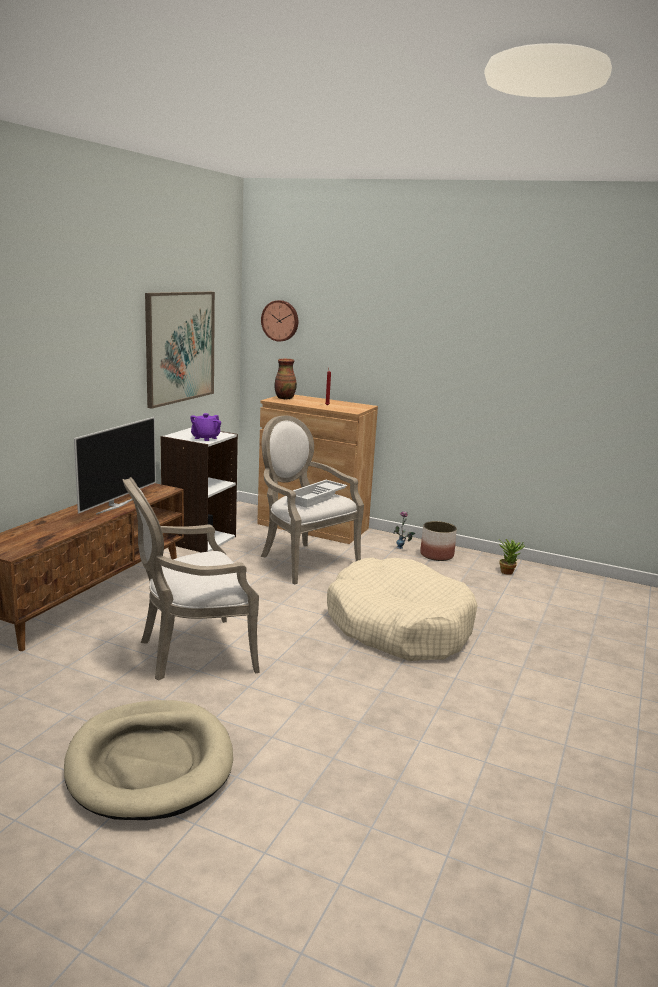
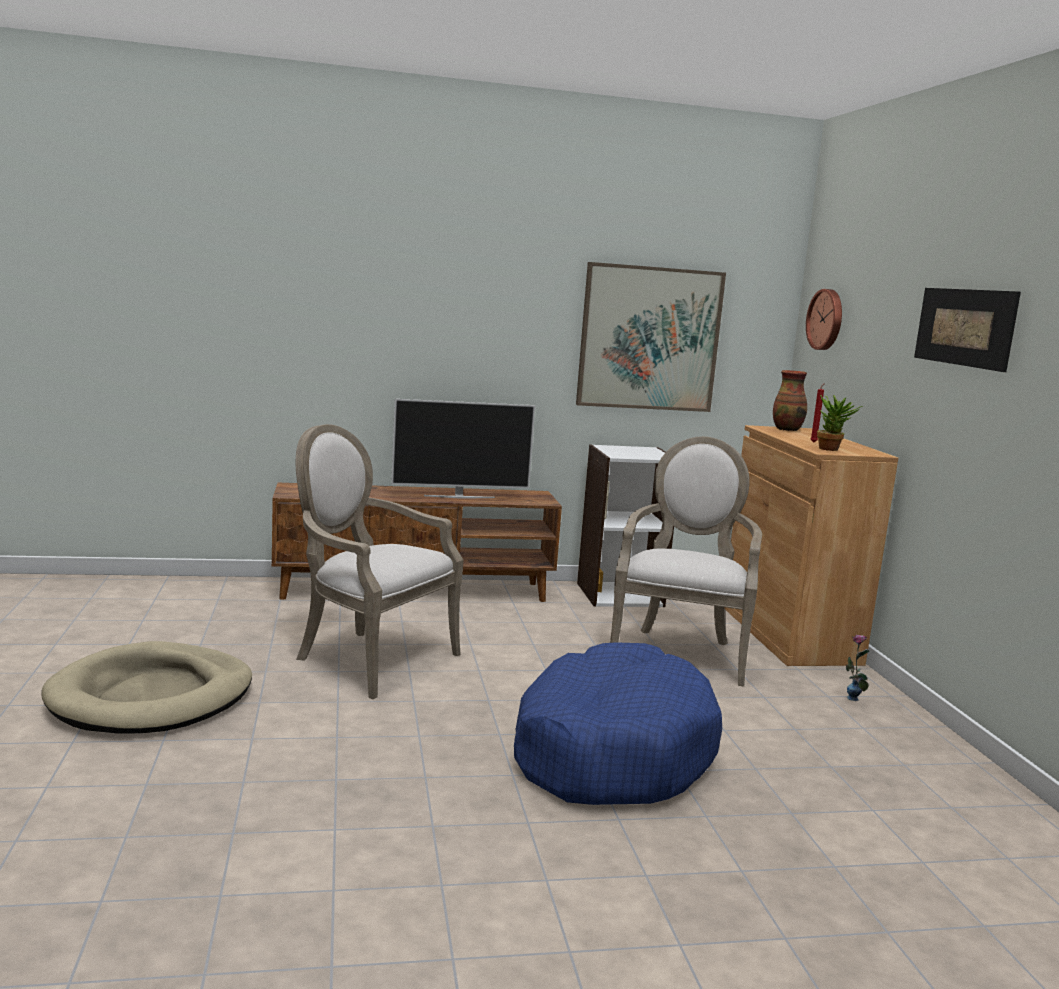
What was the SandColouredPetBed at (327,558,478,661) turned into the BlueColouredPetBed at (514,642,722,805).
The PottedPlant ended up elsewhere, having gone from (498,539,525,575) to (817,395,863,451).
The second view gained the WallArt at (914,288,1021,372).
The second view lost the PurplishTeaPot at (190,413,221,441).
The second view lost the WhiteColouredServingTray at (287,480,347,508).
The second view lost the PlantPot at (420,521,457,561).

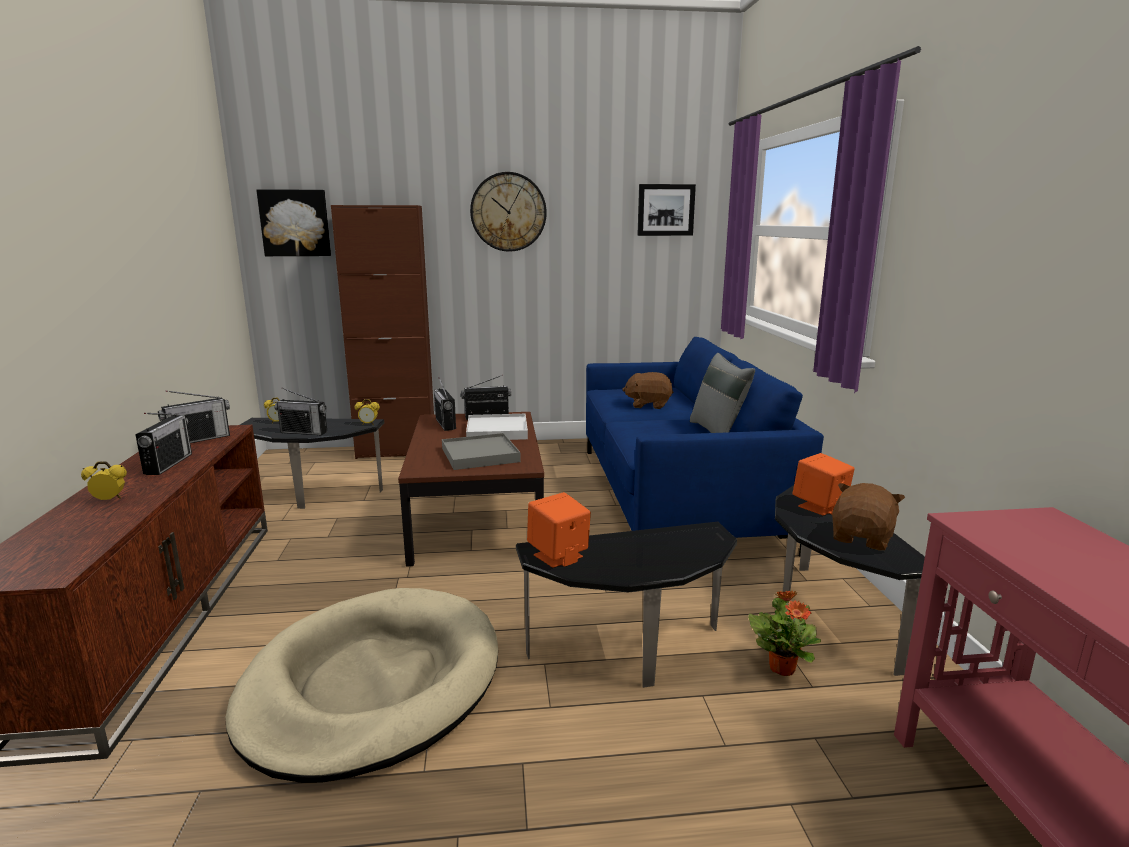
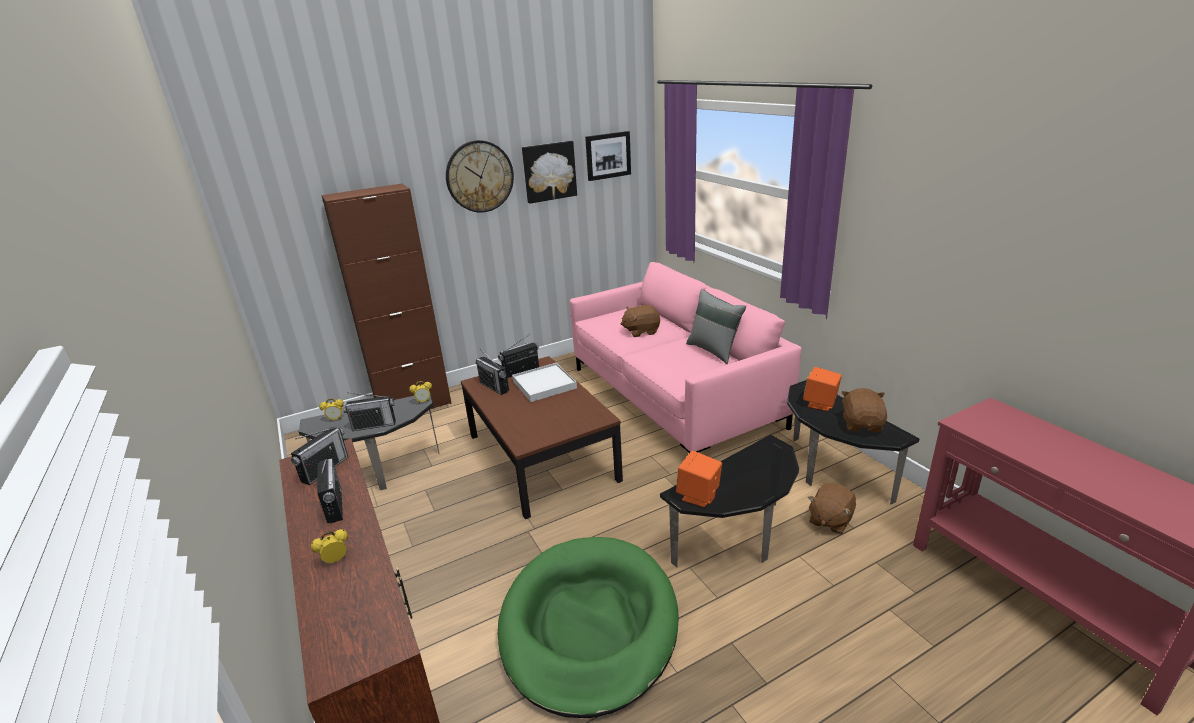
What was the SandColouredPetBed at (225,588,498,783) turned into the GreenPetBed at (498,537,679,718).
The WallArt ended up elsewhere, having gone from (256,189,331,256) to (522,141,577,204).
What was the BlueColouredSettee at (586,337,824,557) turned into the PinkSettee at (570,262,802,453).
Where the PottedPlant stood at (748,590,821,676), the BrownSoftToy came to stand at (808,483,856,534).
The second view lost the GreyishServingTray at (442,433,521,470).

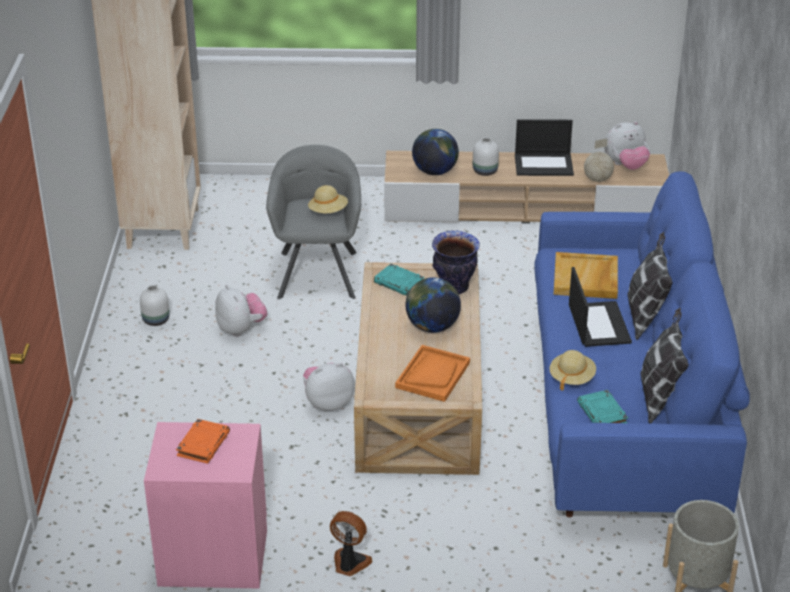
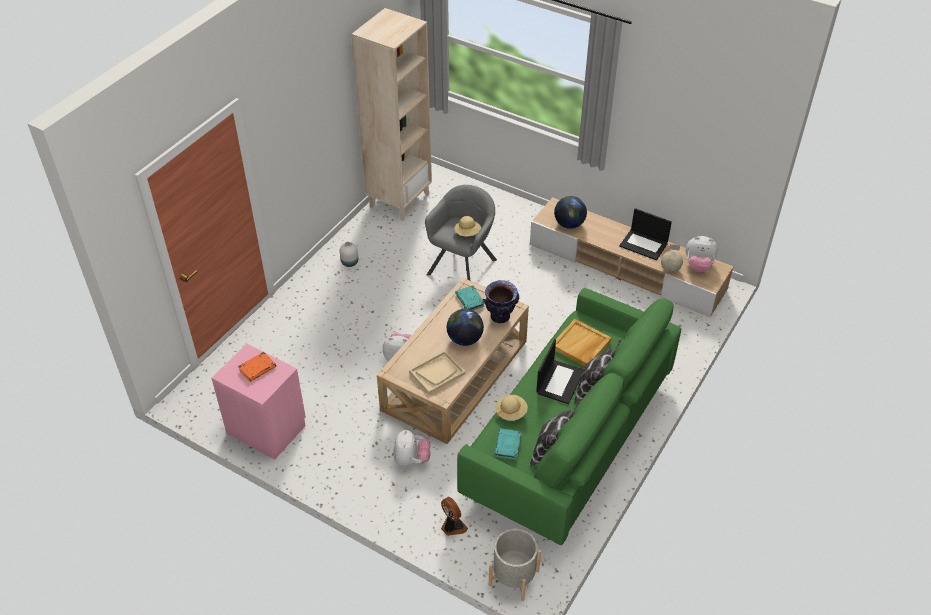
The SoftToy ended up elsewhere, having gone from (215,285,267,337) to (393,430,431,467).
What was the OrangeServingTray at (395,345,470,402) turned into the SandColouredServingTray at (409,350,466,394).
The CoolingFan ended up elsewhere, having gone from (330,511,372,576) to (441,497,468,536).
What was the BlueColouredSettee at (534,171,750,517) turned into the GreenSettee at (457,288,681,546).
The second view lost the WhiteColouredFlowerVase at (473,137,499,176).

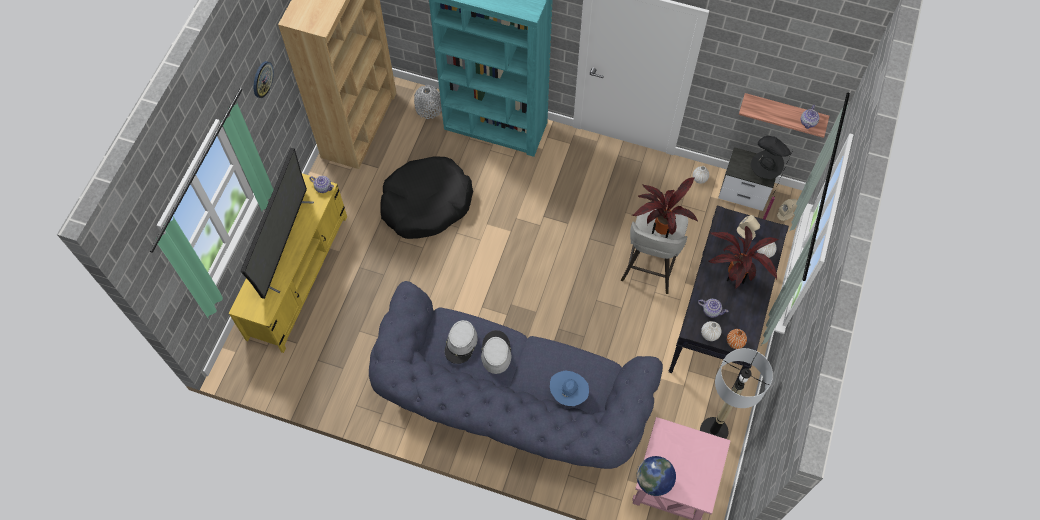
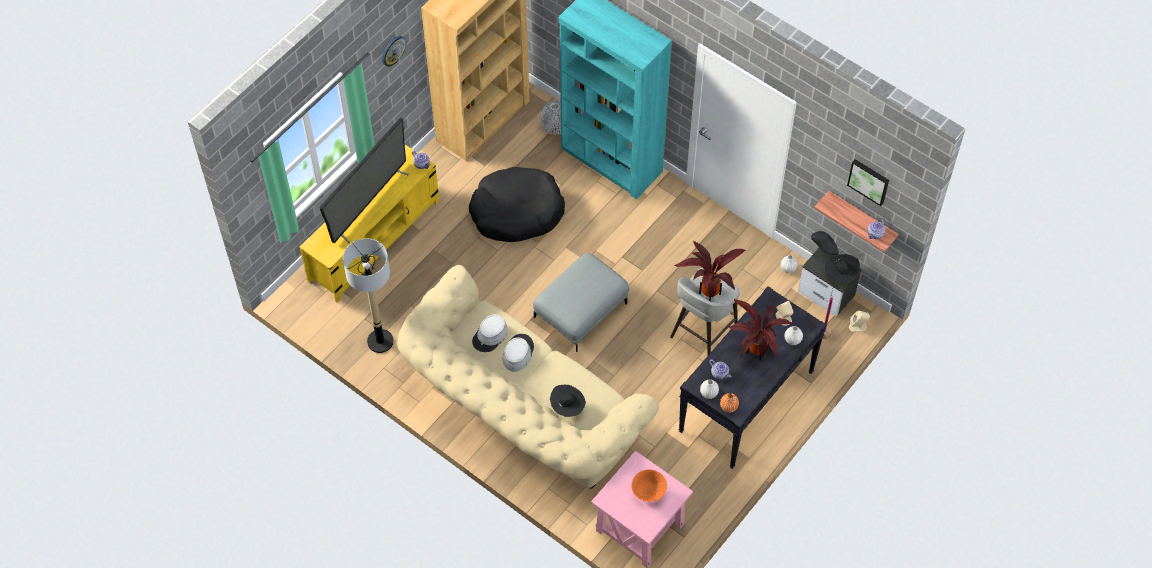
The StandardLamp ended up elsewhere, having gone from (700,348,773,439) to (343,239,394,353).
What was the BlueColouredSettee at (369,281,663,469) turned into the SandColouredSettee at (398,265,659,489).
The second view gained the GreyishOttoman at (533,253,629,352).
What was the BlueColouredHat at (550,371,589,406) turned into the BlackishHat at (550,385,586,417).
The second view gained the OrangeServingBowl at (631,469,667,502).
The second view gained the WallArt at (847,159,889,206).
The second view lost the Globe at (637,456,676,496).

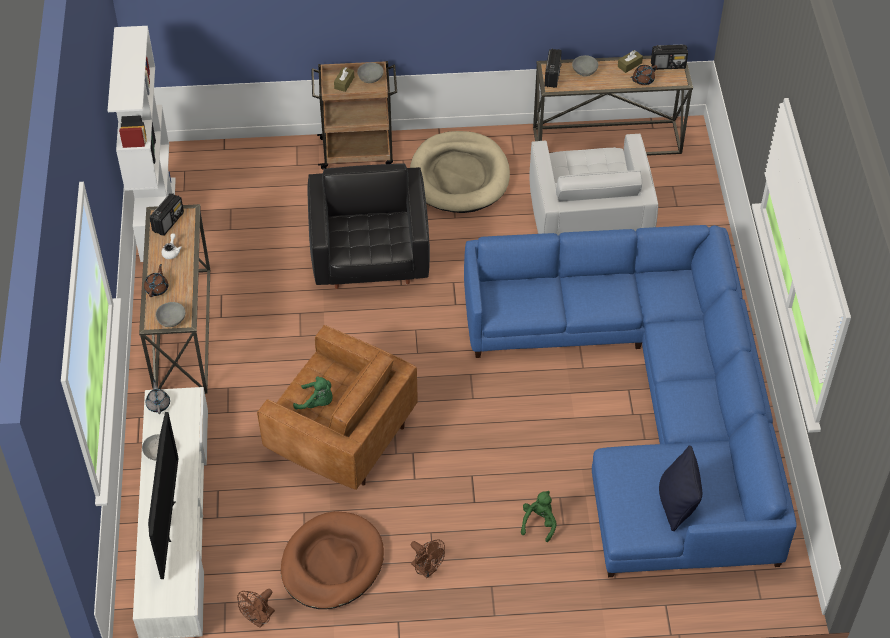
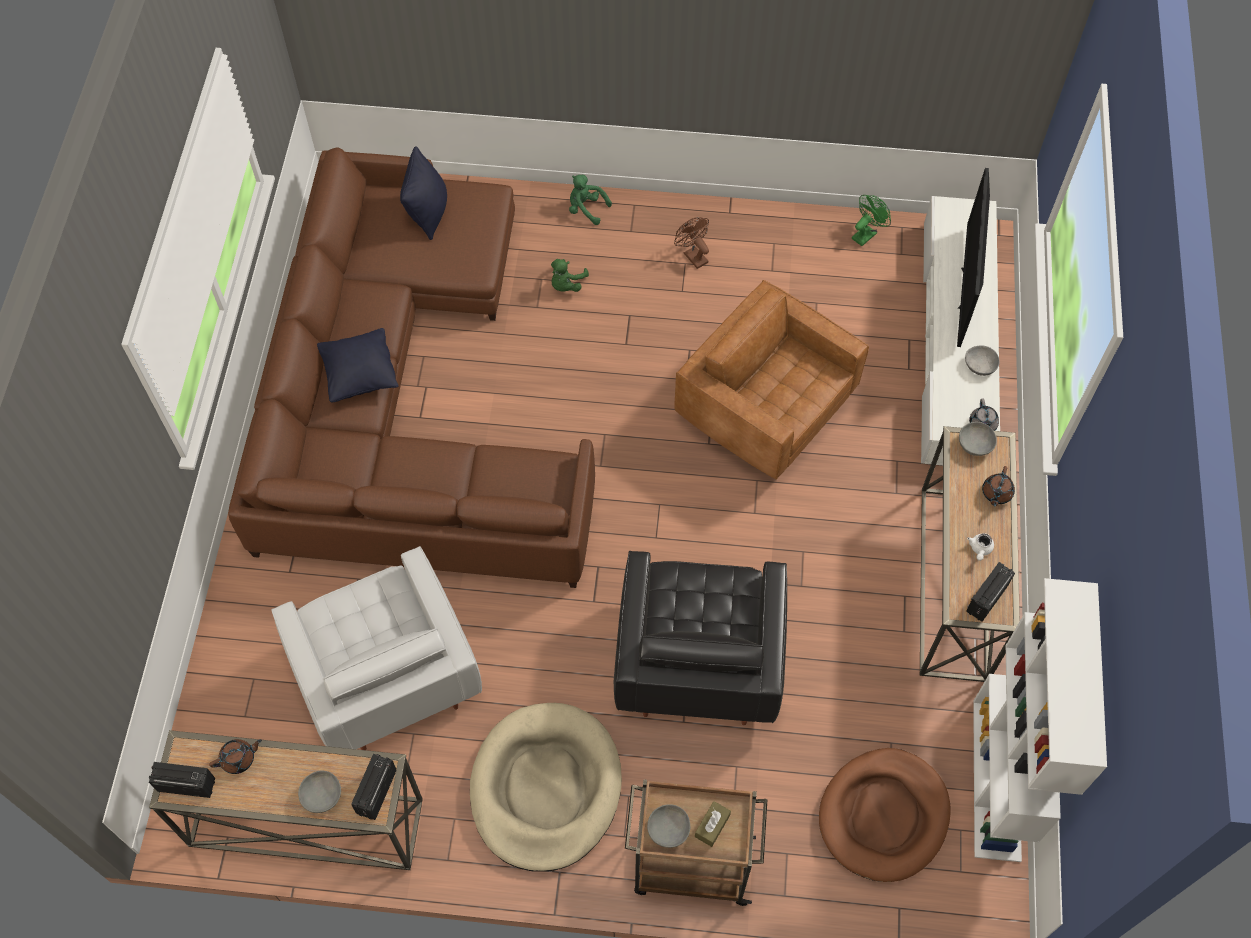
What was the BlueColouredSettee at (464,225,797,577) turned into the BrownSettee at (228,147,595,588).
The WhiteColouredEasyChair at (529,134,658,235) ended up facing another way, 150 degrees clockwise from before.
The second view gained the BlackishCushion at (317,328,399,402).
The GreenSoftToy ended up elsewhere, having gone from (293,377,332,409) to (569,175,612,225).
The BrownPetBed ended up elsewhere, having gone from (281,511,384,609) to (819,748,951,882).
What was the BrownCoolingFan at (237,589,275,628) turned into the GreenCoolingFan at (852,195,891,246).
The second view lost the BrownTissueHolder at (618,50,643,73).

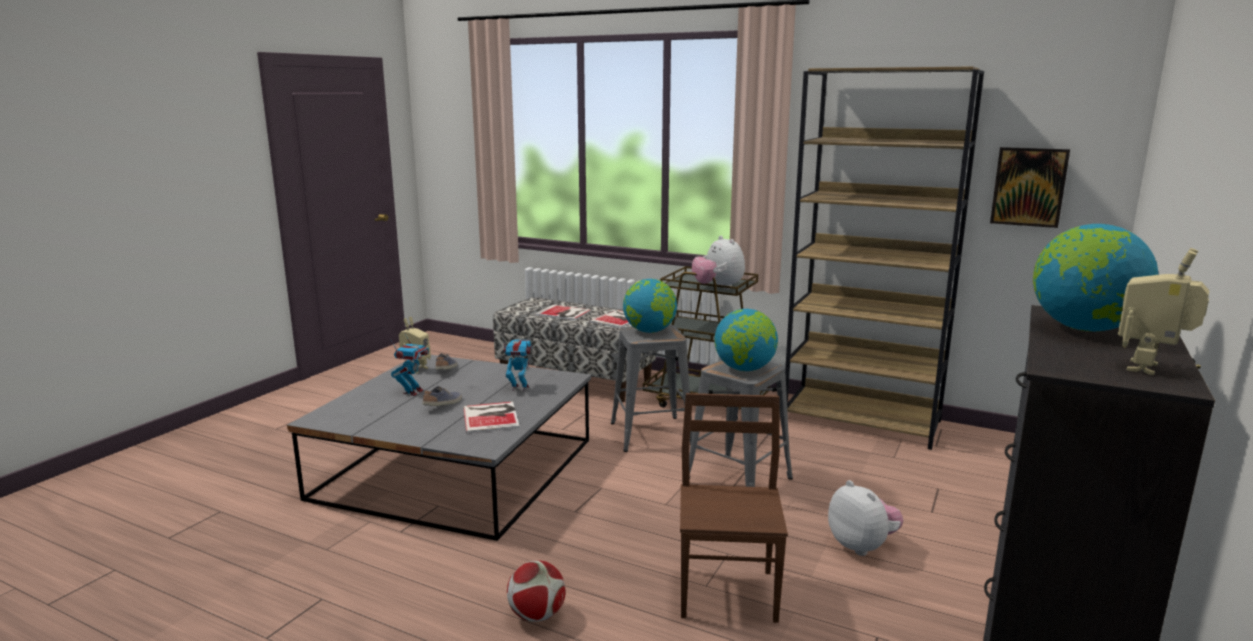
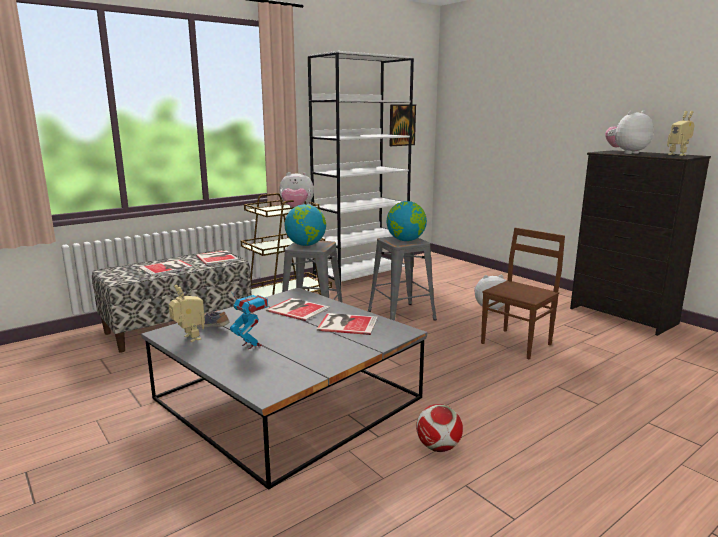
Where the ModelRobot stood at (503,339,532,391), the BoundBook came to stand at (266,298,330,321).
What was the BrownShelvingUnit at (785,66,984,450) turned into the WhiteColouredShelvingUnit at (308,51,414,285).
The BallForFootball ended up elsewhere, having gone from (507,560,566,622) to (416,404,463,452).
The BrownChair at (680,393,788,623) ended up facing another way, 105 degrees clockwise from before.
Where the Globe stood at (1033,224,1158,332), the SoftToy came to stand at (605,111,654,154).
The second view lost the LowShoe at (422,386,462,406).

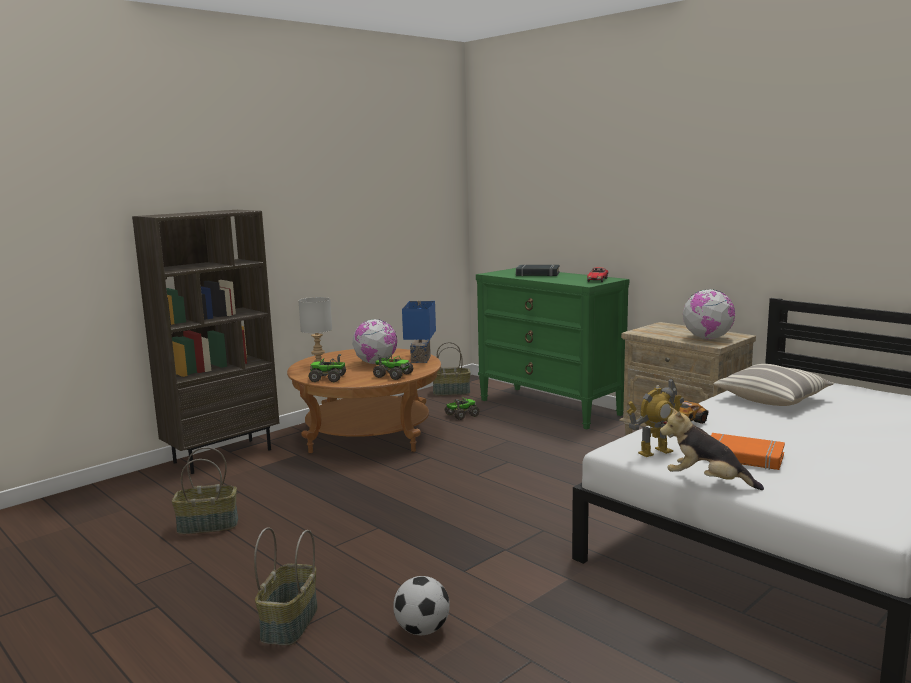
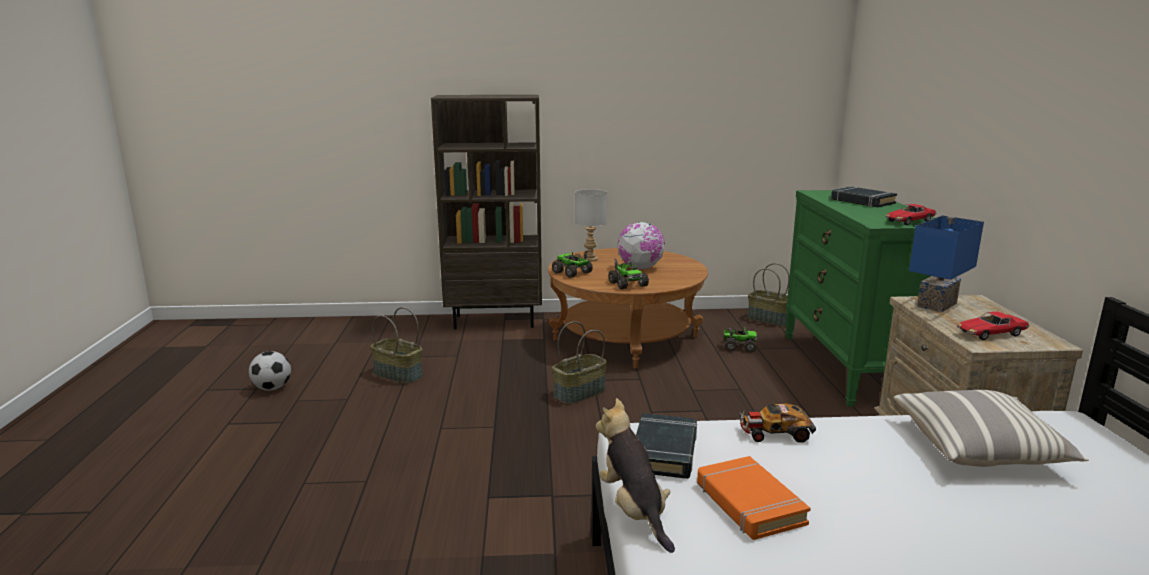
The BallForFootball ended up elsewhere, having gone from (393,576,450,635) to (249,351,291,391).
The HouseholdBasket ended up elsewhere, having gone from (254,527,318,645) to (552,321,607,404).
Where the ModelRobot stood at (627,378,684,457), the BlackishBoundBook came to stand at (636,413,697,479).
The BlueColouredTabletopLamp ended up elsewhere, having gone from (402,300,436,363) to (909,215,984,313).
Where the Globe stood at (683,289,735,339), the MiniatureCar came to stand at (957,311,1029,340).

